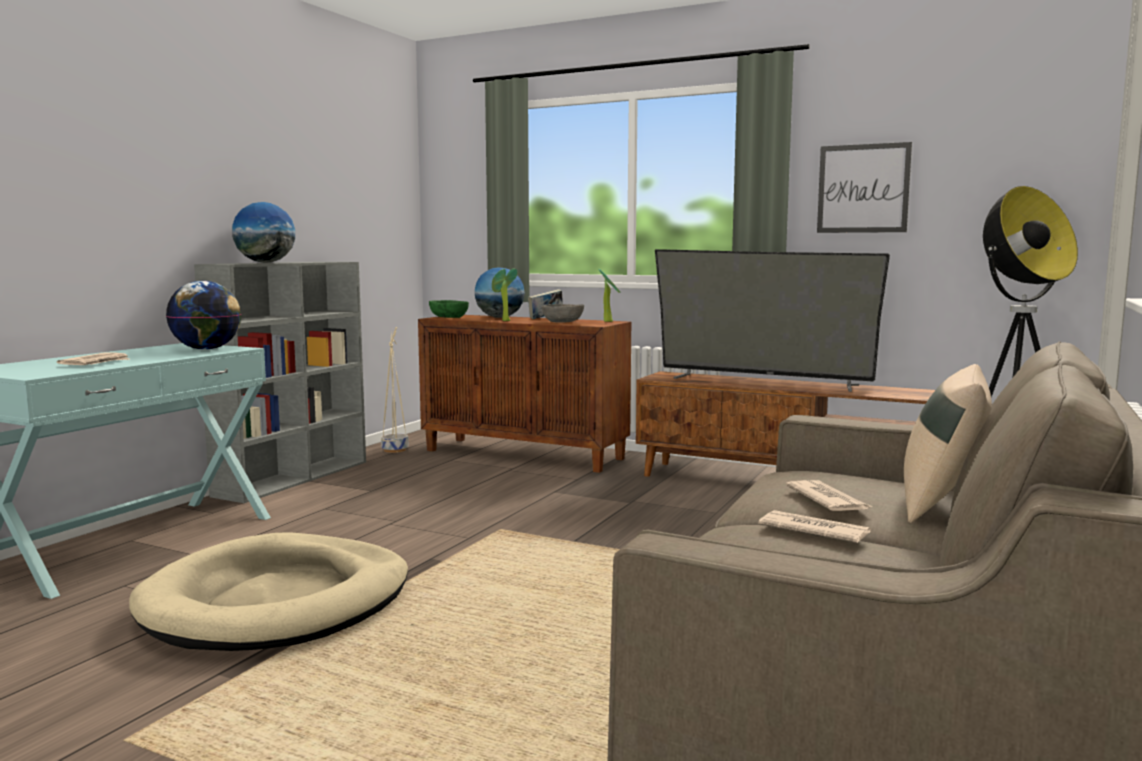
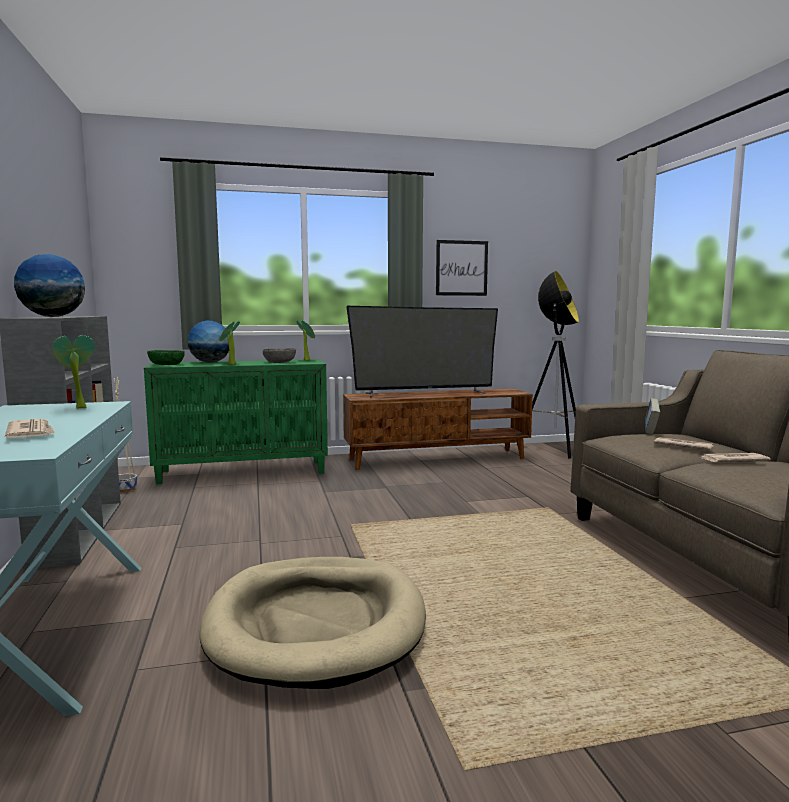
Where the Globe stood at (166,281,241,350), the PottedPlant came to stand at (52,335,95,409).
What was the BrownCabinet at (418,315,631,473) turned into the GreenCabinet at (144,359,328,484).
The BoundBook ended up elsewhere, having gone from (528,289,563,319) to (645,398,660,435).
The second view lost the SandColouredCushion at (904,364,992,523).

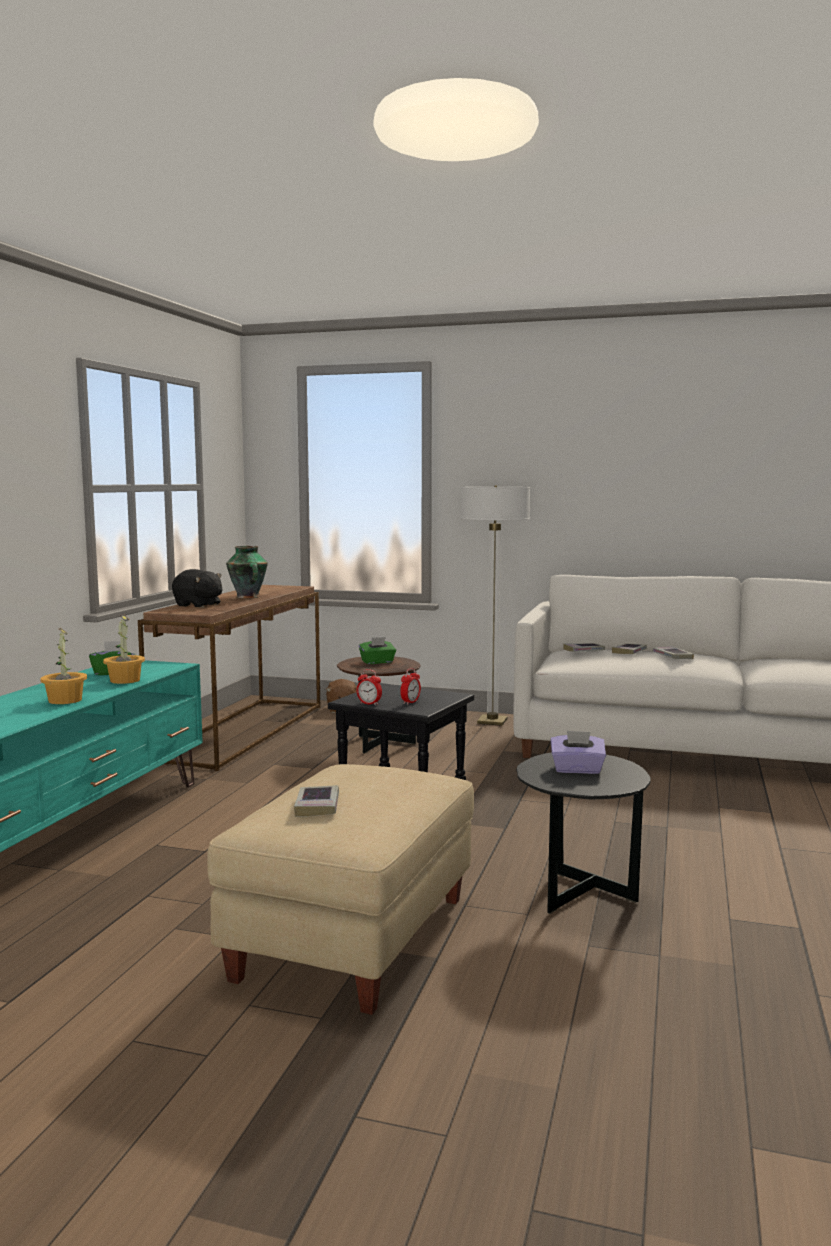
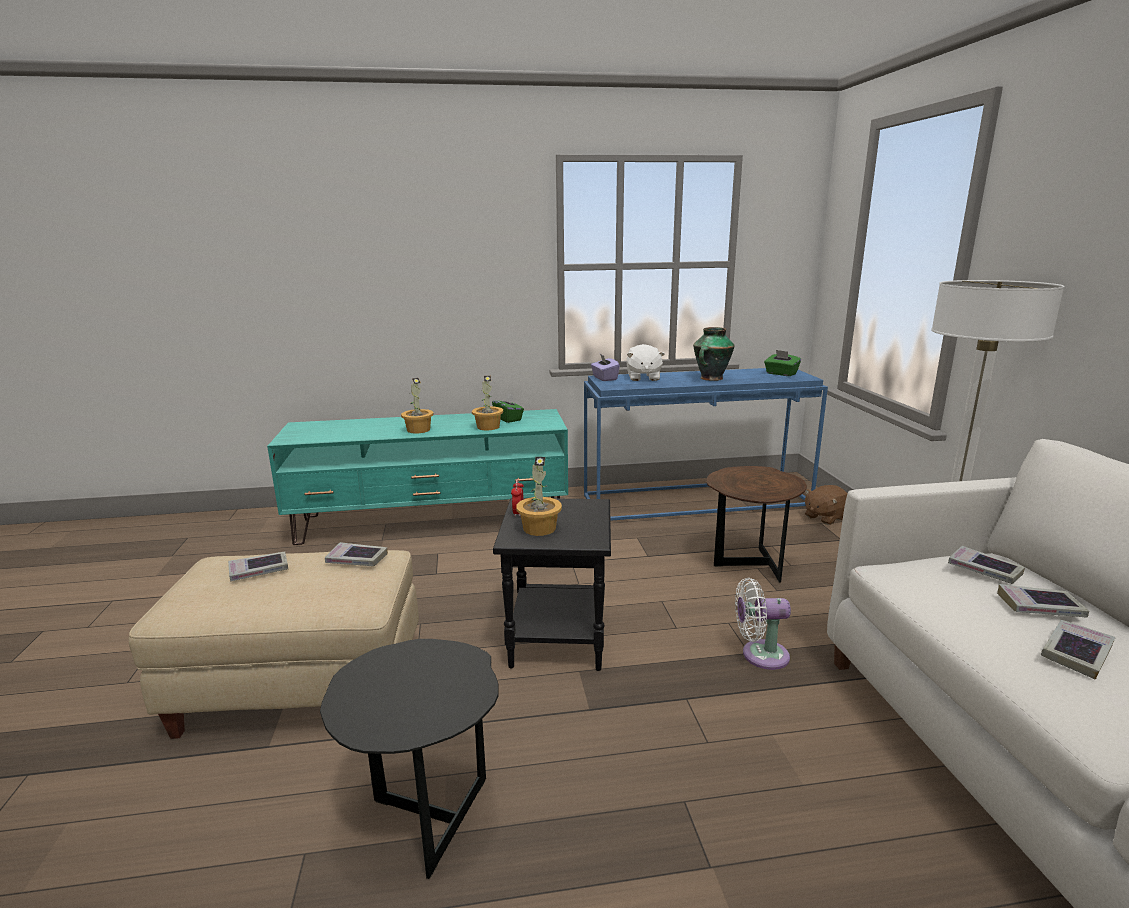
The second view gained the BoundBook at (325,542,388,566).
Where the TableClock stood at (400,668,421,705), the PottedPlant came to stand at (516,457,562,536).
What was the BrownHallTable at (138,585,320,771) turned into the BlueColouredHallTable at (584,368,828,521).
The PurplishTissueHolder ended up elsewhere, having gone from (550,731,606,774) to (591,354,620,381).
What was the BlackishSoftToy at (172,569,222,608) turned into the WhiteColouredSoftToy at (626,344,665,381).
The second view gained the WhiteColouredCoolingFan at (735,578,791,670).
The GreenTissueHolder ended up elsewhere, having gone from (359,637,396,664) to (764,350,801,376).

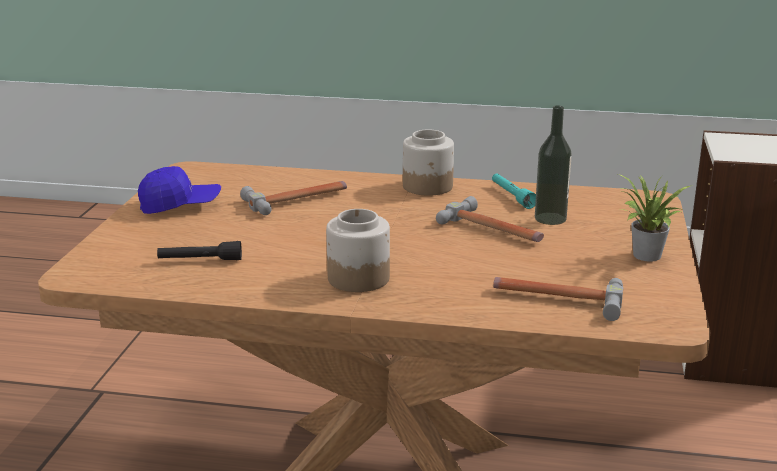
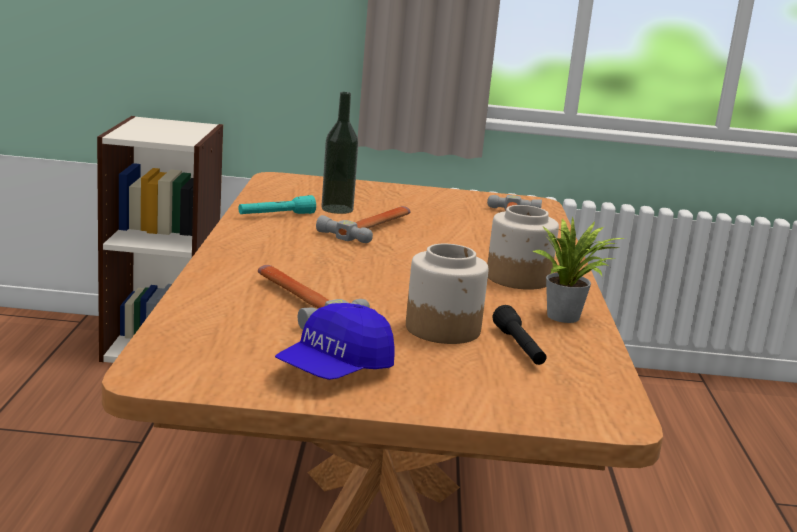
The BlueColouredBaseballCap at (138,166,221,214) ended up facing another way, 120 degrees counterclockwise from before.
The PreserveJar ended up elsewhere, having gone from (403,130,454,196) to (406,244,489,344).
The PottedPlant ended up elsewhere, having gone from (618,174,690,261) to (533,216,625,323).

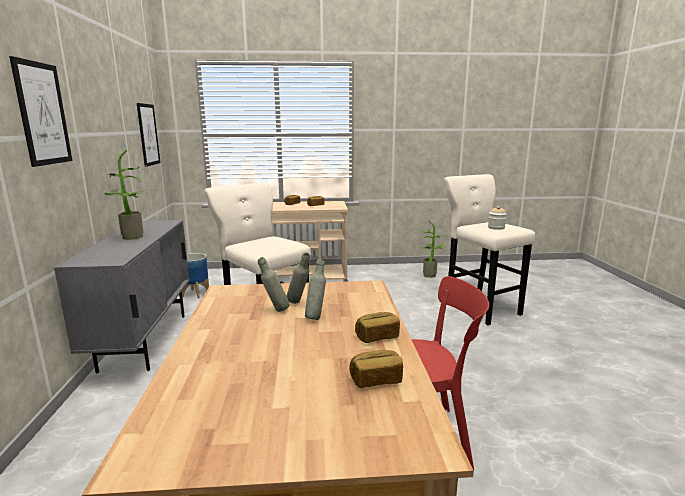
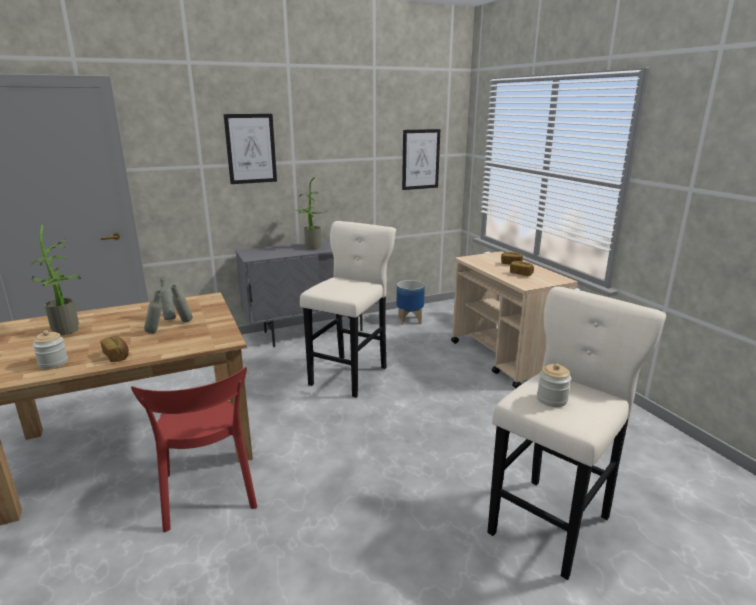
The PottedPlant ended up elsewhere, having gone from (417,220,444,278) to (31,225,82,335).
Where the BakeryBread stood at (349,350,403,388), the PreserveJar came to stand at (33,330,68,369).

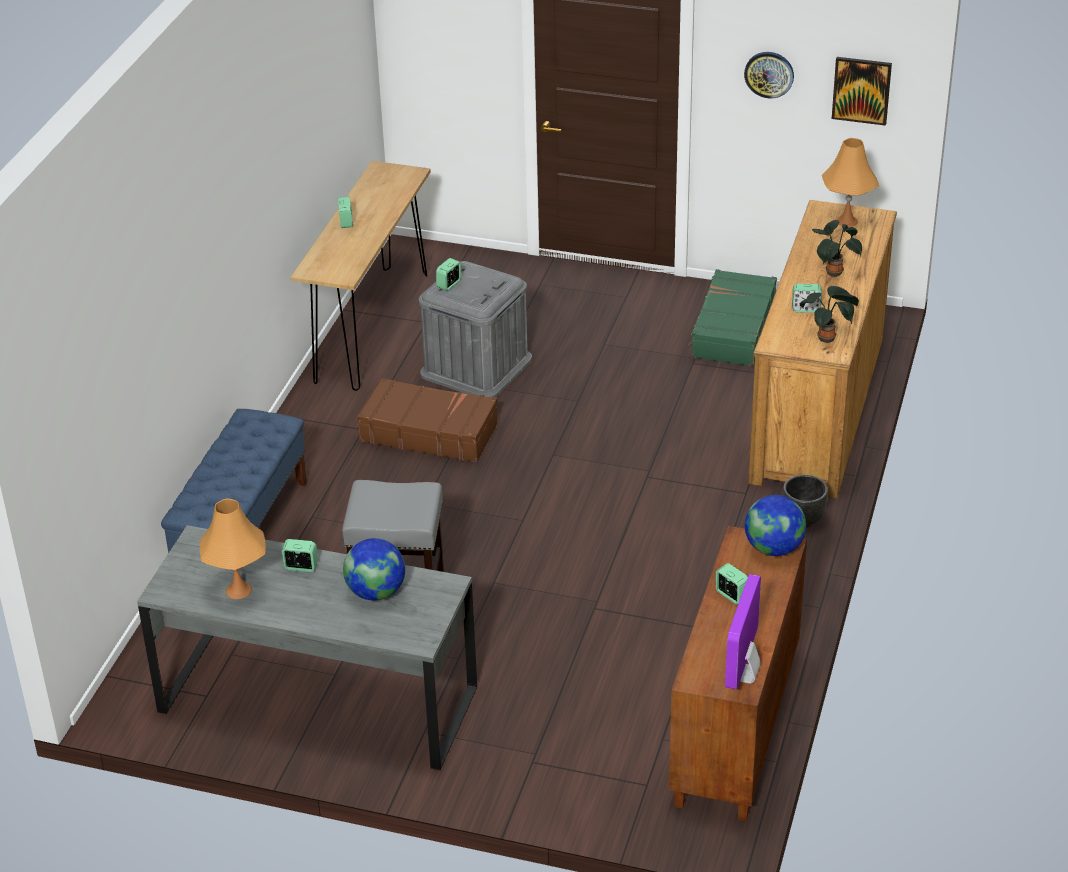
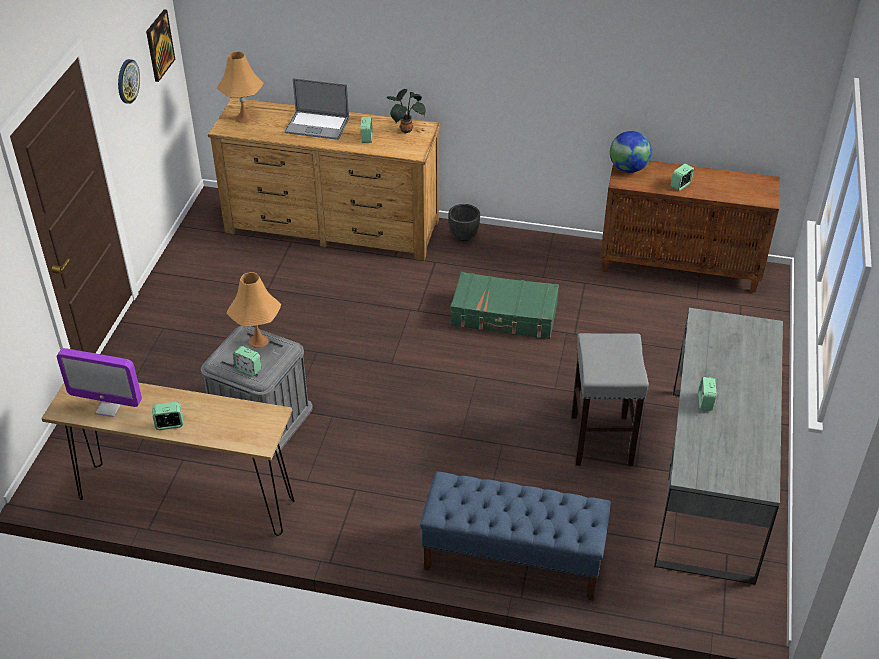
The ComputerDisplay ended up elsewhere, having gone from (725,574,761,689) to (57,348,142,417).
The OrangeTabletopLamp ended up elsewhere, having gone from (200,498,266,599) to (227,272,281,348).
Where the PottedPlant stood at (812,220,862,278), the PortableComputer came to stand at (284,78,349,140).
The GreenTravelCase ended up elsewhere, having gone from (688,269,777,367) to (450,272,559,339).
The second view lost the Globe at (343,538,405,601).
The second view lost the BrownTravelCase at (357,378,498,463).

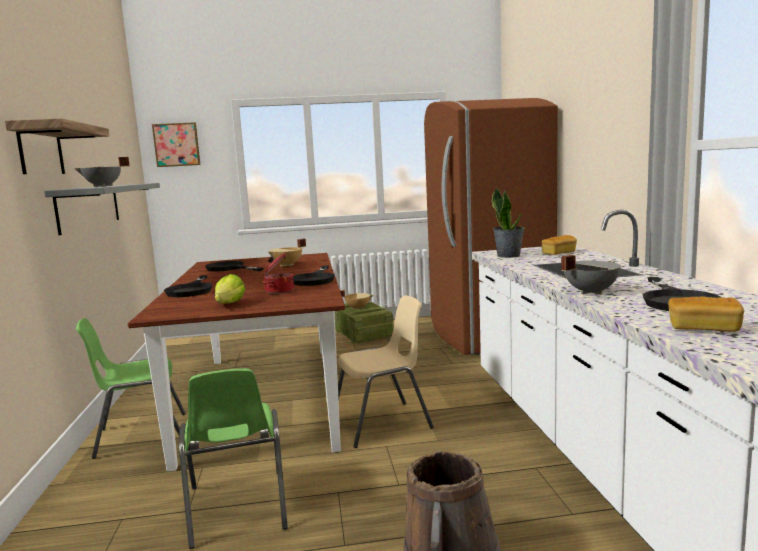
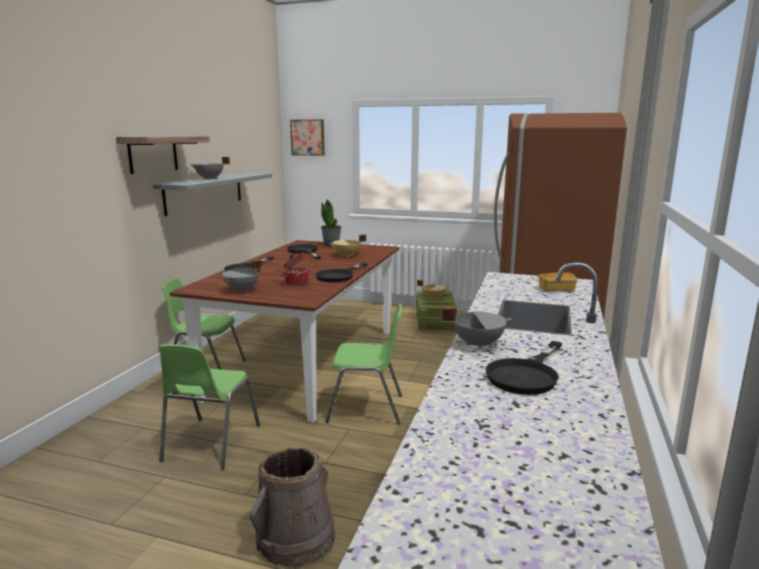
Where the LettuceHead stood at (215,274,245,304), the GreyishSaucepot came to stand at (222,259,261,292).
The PottedPlant ended up elsewhere, having gone from (492,188,525,258) to (321,199,341,247).
What was the SandColouredChair at (337,295,434,448) turned into the GreenChair at (325,304,402,425).
The second view lost the BakeryBread at (668,296,744,332).

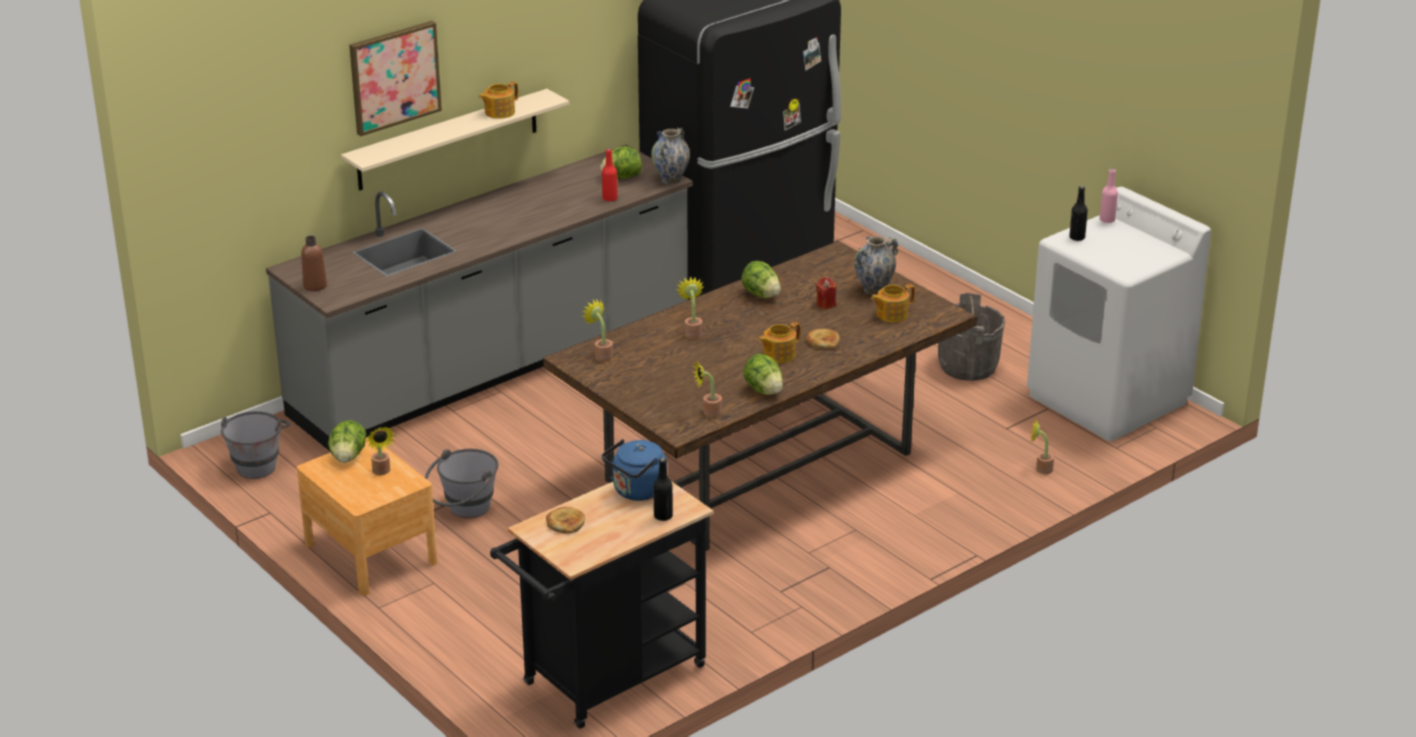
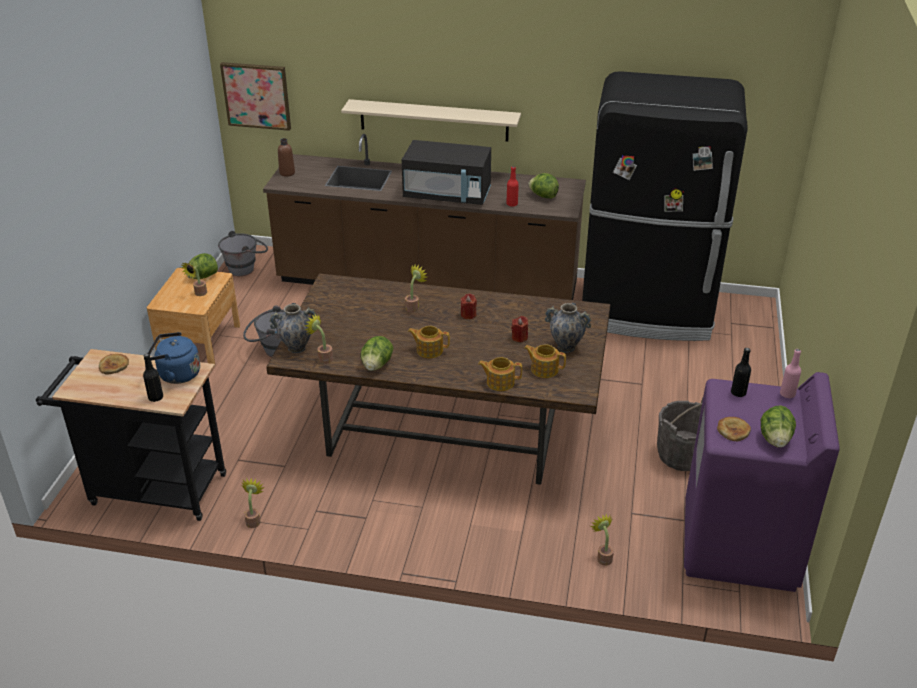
The WallArt ended up elsewhere, having gone from (349,21,442,136) to (220,62,291,131).
The PottedPlant ended up elsewhere, having gone from (582,299,613,362) to (242,478,264,528).
What was the GreyishKitchenBaseUnit at (266,144,693,451) turned into the BrownKitchenBaseUnit at (263,134,586,300).
The FlowerVase ended up elsewhere, having gone from (651,127,690,185) to (269,303,317,353).
The second view gained the BlackishMicrowave at (402,140,491,205).
The second view gained the ReddishWaxCandle at (460,293,477,319).
The TeaPot ended up elsewhere, having gone from (479,82,518,119) to (478,357,522,391).
What was the WhiteColouredLaundryAppliance at (1027,187,1211,441) turned into the PurplishLaundryAppliance at (684,372,840,592).
The BakeryBread ended up elsewhere, having gone from (805,329,840,349) to (717,417,751,442).
The LettuceHead ended up elsewhere, having gone from (741,261,781,298) to (761,405,796,448).

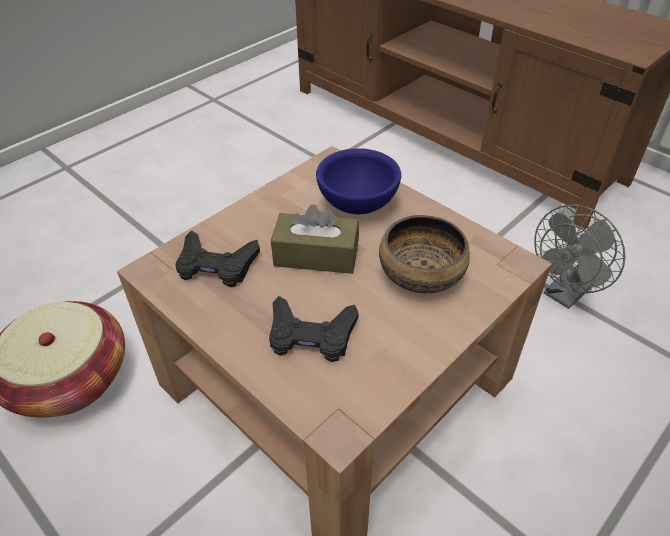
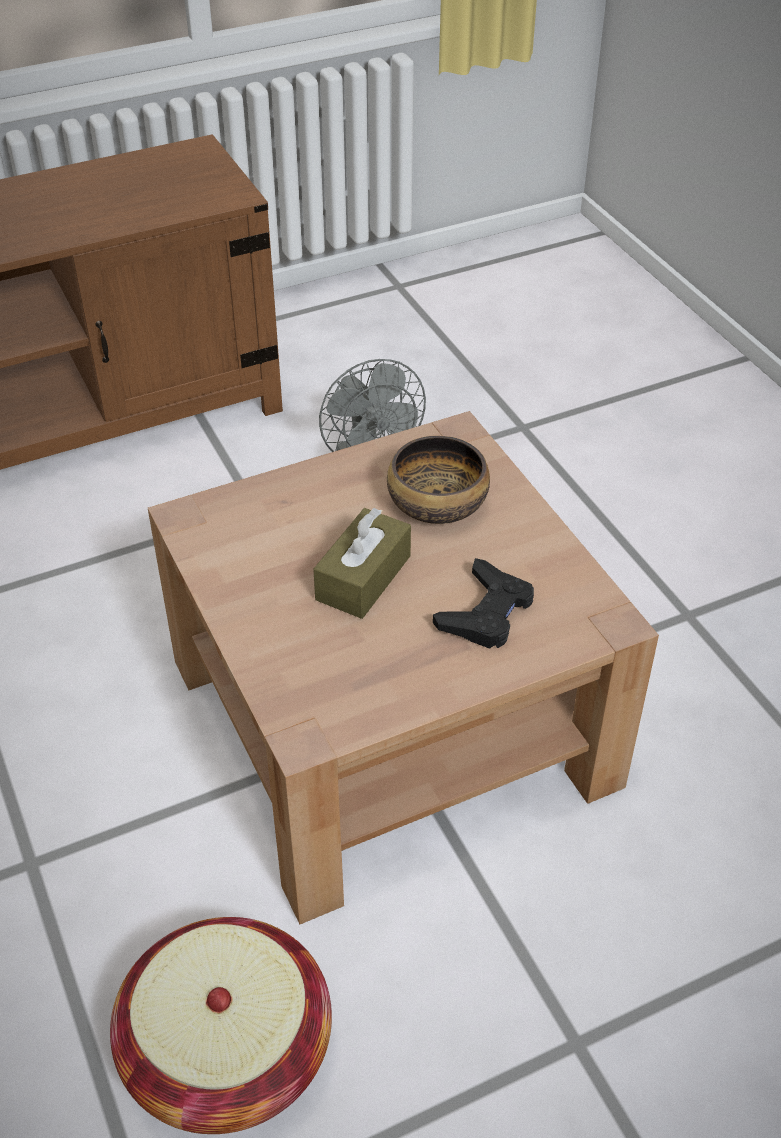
The second view lost the BlackishGameController at (175,230,260,287).
The second view lost the BlueColouredServingBowl at (316,148,401,214).

